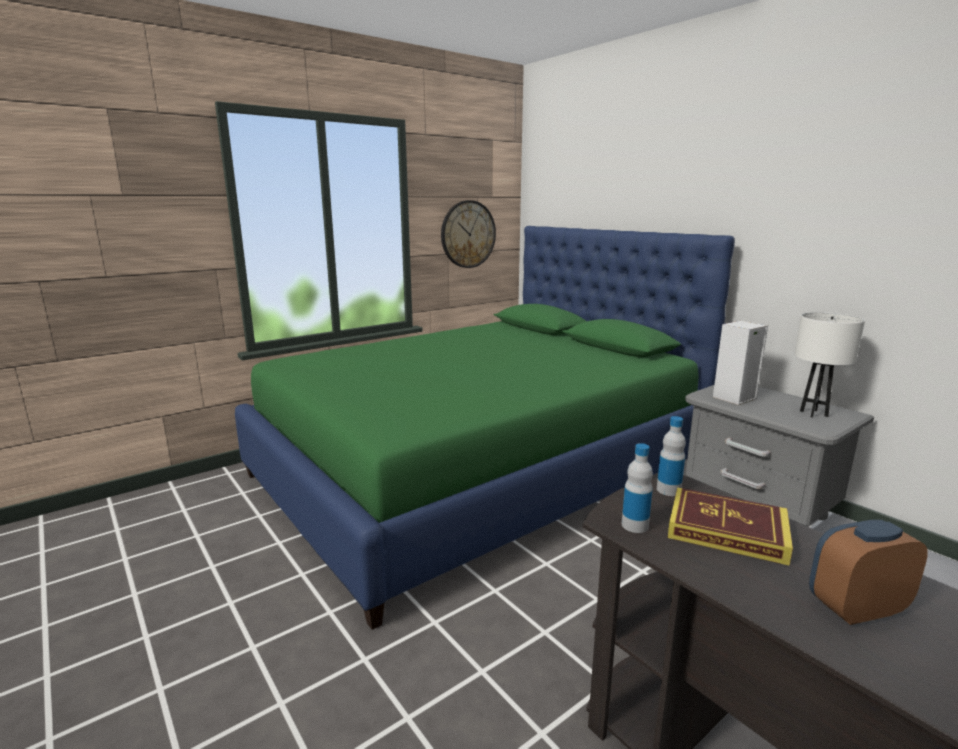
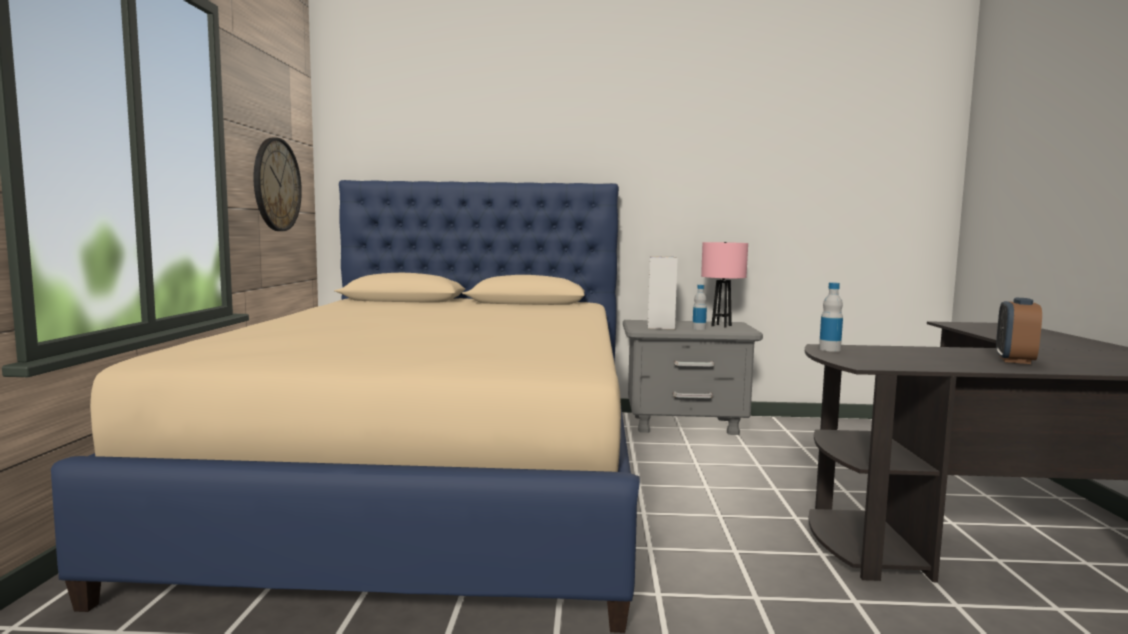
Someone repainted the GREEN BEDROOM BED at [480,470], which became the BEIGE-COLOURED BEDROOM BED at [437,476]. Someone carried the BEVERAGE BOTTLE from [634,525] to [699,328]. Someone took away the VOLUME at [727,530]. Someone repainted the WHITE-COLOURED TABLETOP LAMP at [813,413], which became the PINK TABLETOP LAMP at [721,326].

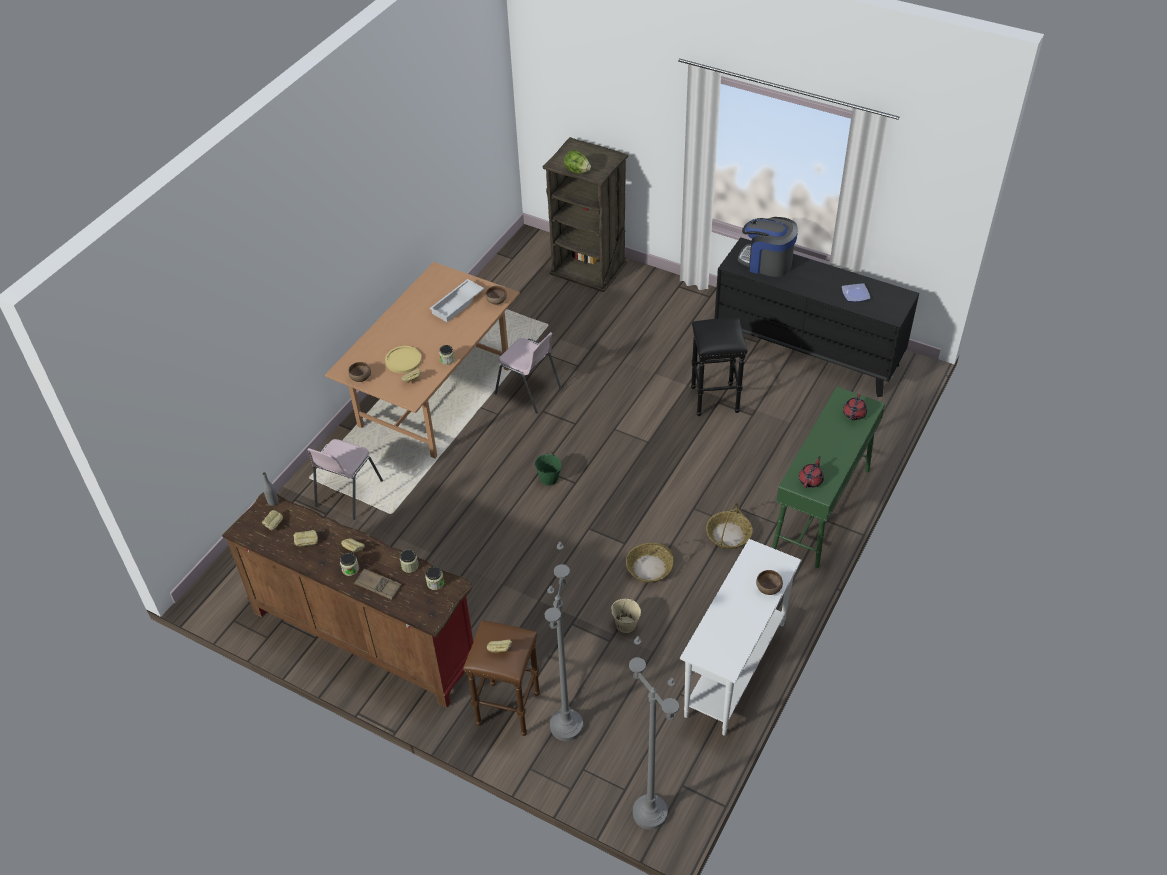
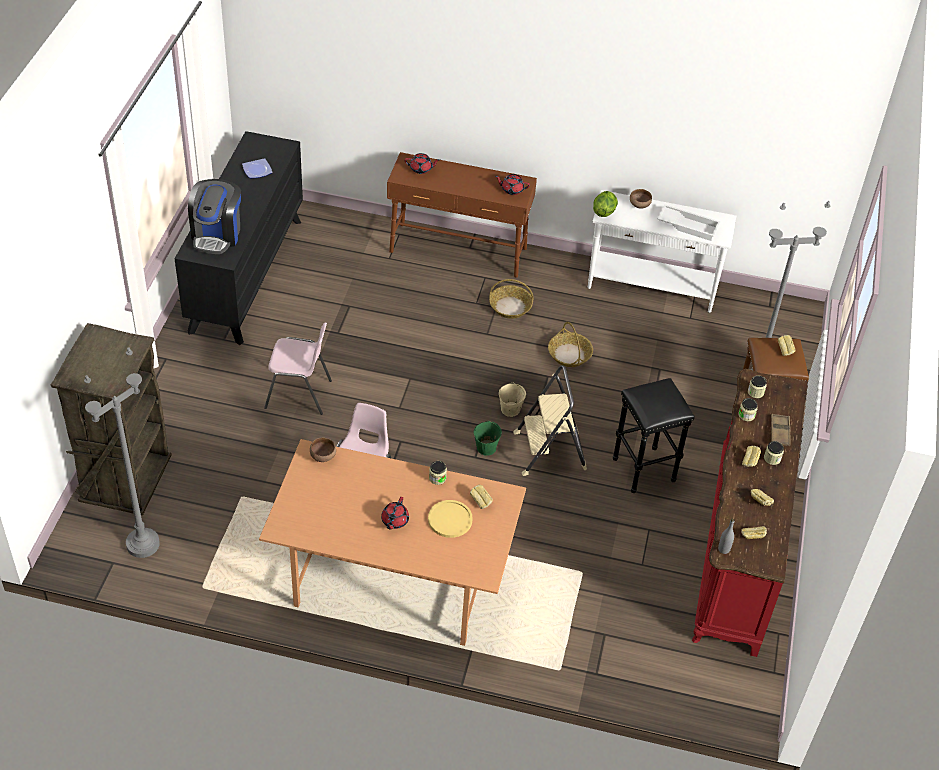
Someone carried the PINK UPRIGHT CHAIR from [347,494] to [299,394]. Someone took away the BROWN-COLOURED DEEP DISH at [360,377]. Someone carried the WHITE-COLOURED TRAY from [458,304] to [688,225]. Someone carried the LETTUCE HEAD from [577,171] to [604,211]. Someone carried the BEIGE-COLOURED WATER BUCKET from [625,624] to [510,410]. Someone carried the GREYISH FLOOR LAMP from [650,813] to [143,544]. Someone carried the BLACKISH STOOL from [715,398] to [642,469]. Someone repainted the GREEN CONSOLE TABLE at [820,509], which became the BROWN-COLOURED CONSOLE TABLE at [458,251]. Someone put down the REDDISH TEA POT at [394,521]. Someone put down the BEIGE-COLOURED STEP LADDER at [553,450].

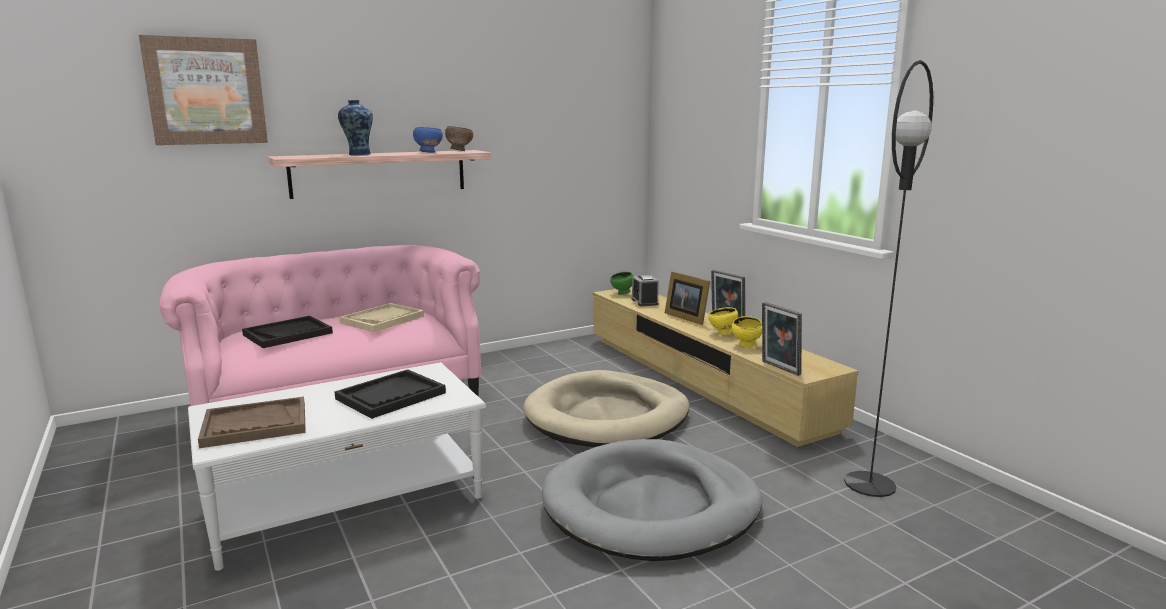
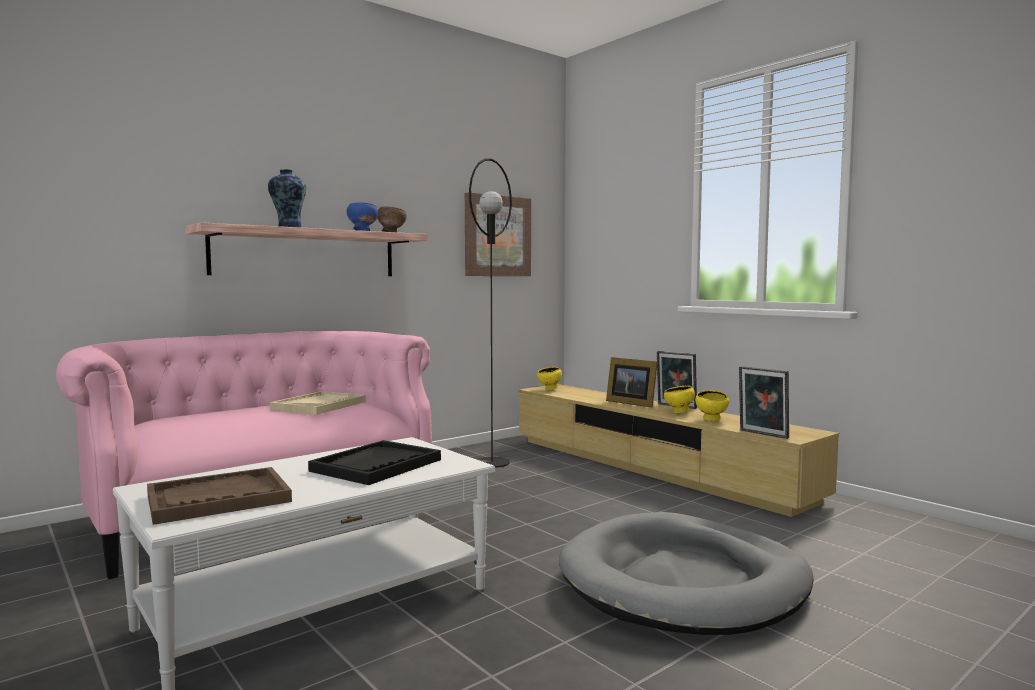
Someone carried the WALL PICTURE from [206,91] to [497,236]. Someone took away the BLACKISH TRAY at [288,334]. Someone took away the BEIGE-COLOURED PET BED at [607,416]. Someone repainted the GREEN DEEP DISH at [622,294], which became the YELLOWISH DEEP DISH at [549,389]. Someone took away the TABLE CLOCK at [644,302]. Someone carried the BLACKISH FLOOR LAMP from [869,484] to [492,462].

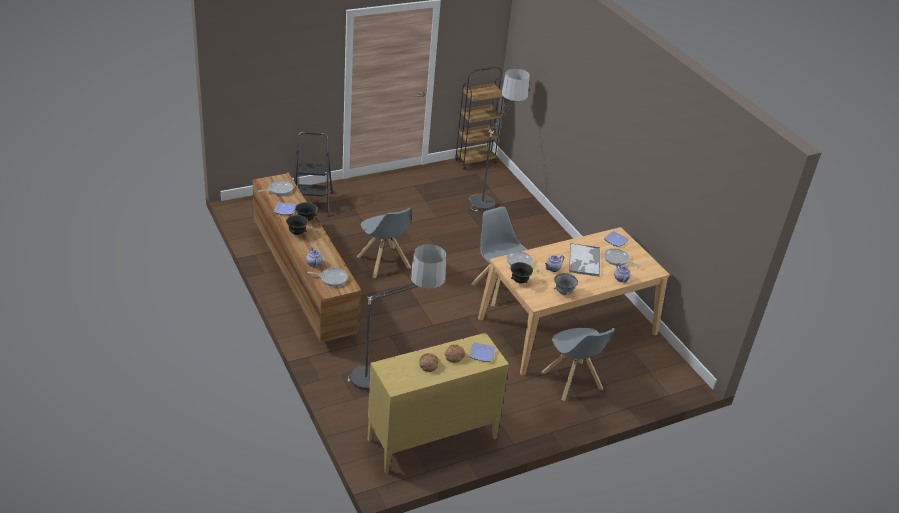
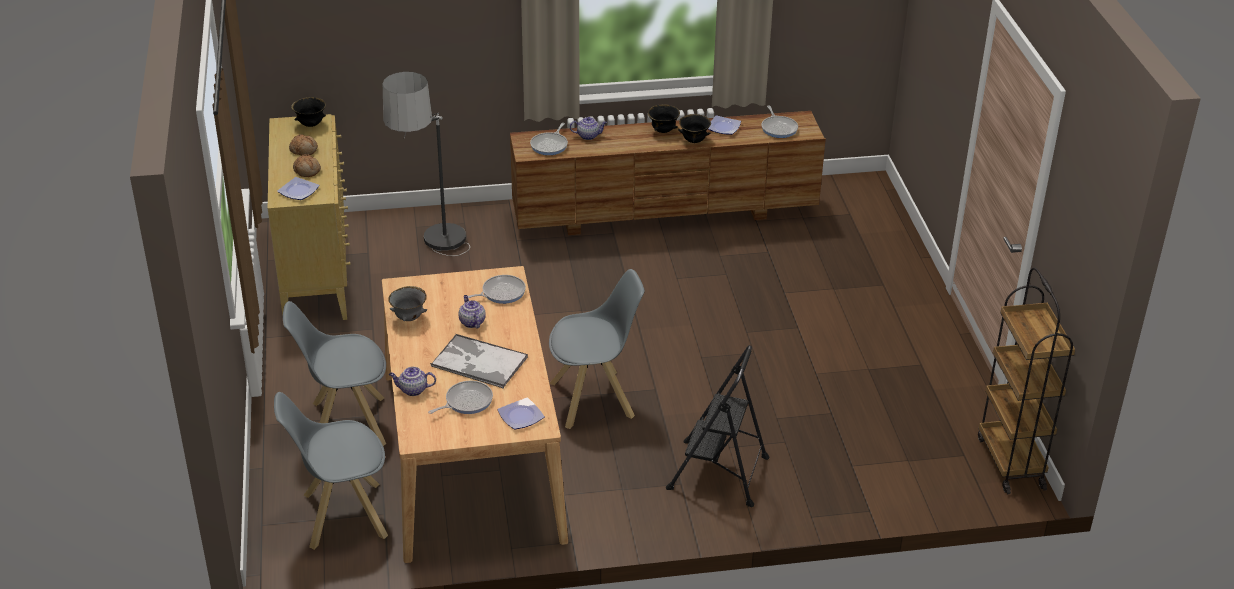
Someone carried the BLACKISH STEP LADDER from [312,202] to [721,473]. Someone carried the GREYISH UPRIGHT CHAIR from [384,263] to [341,515]. Someone took away the FLOOR LAMP at [491,195]. Someone carried the BLACKISH DEEP DISH from [519,281] to [311,124].

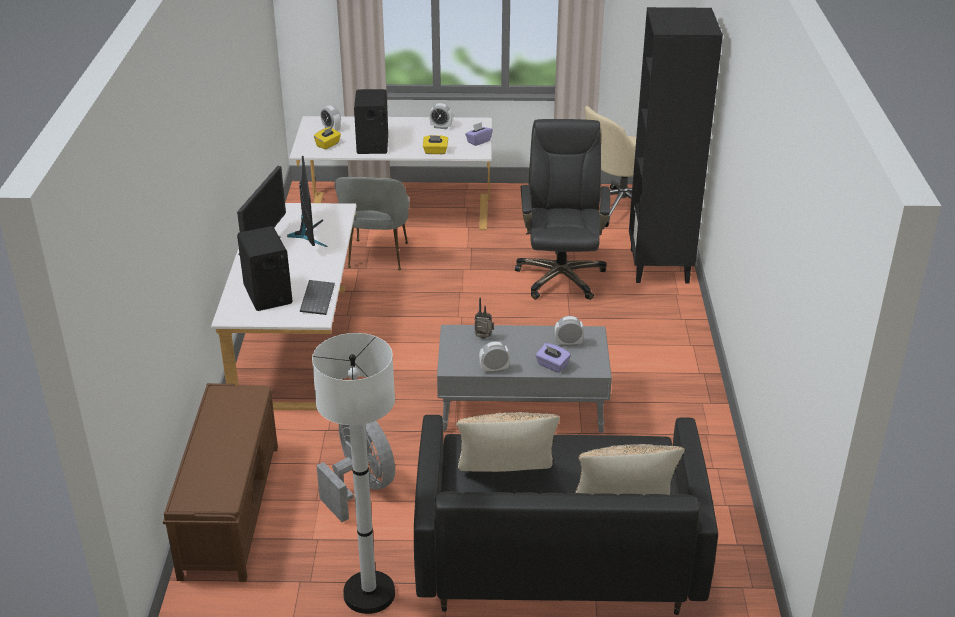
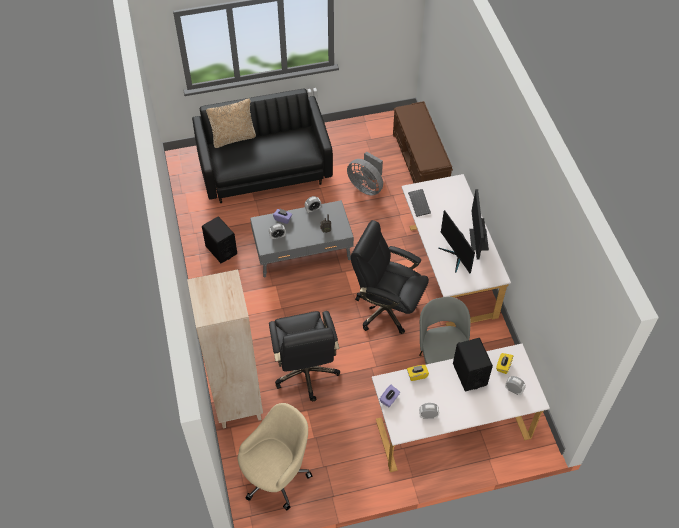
Someone carried the BLACKISH LOUDSPEAKER from [268,295] to [221,250]. Someone took away the WHITE-COLOURED FLOOR LAMP at [369,594]. Someone took away the BEIGE-COLOURED PILLOW at [505,478]. Someone repainted the BLACKISH BOOKCASE at [660,266], which became the BEIGE-COLOURED BOOKCASE at [237,403]. Someone put down the BLACKISH COMPUTER CHAIR at [387,310].

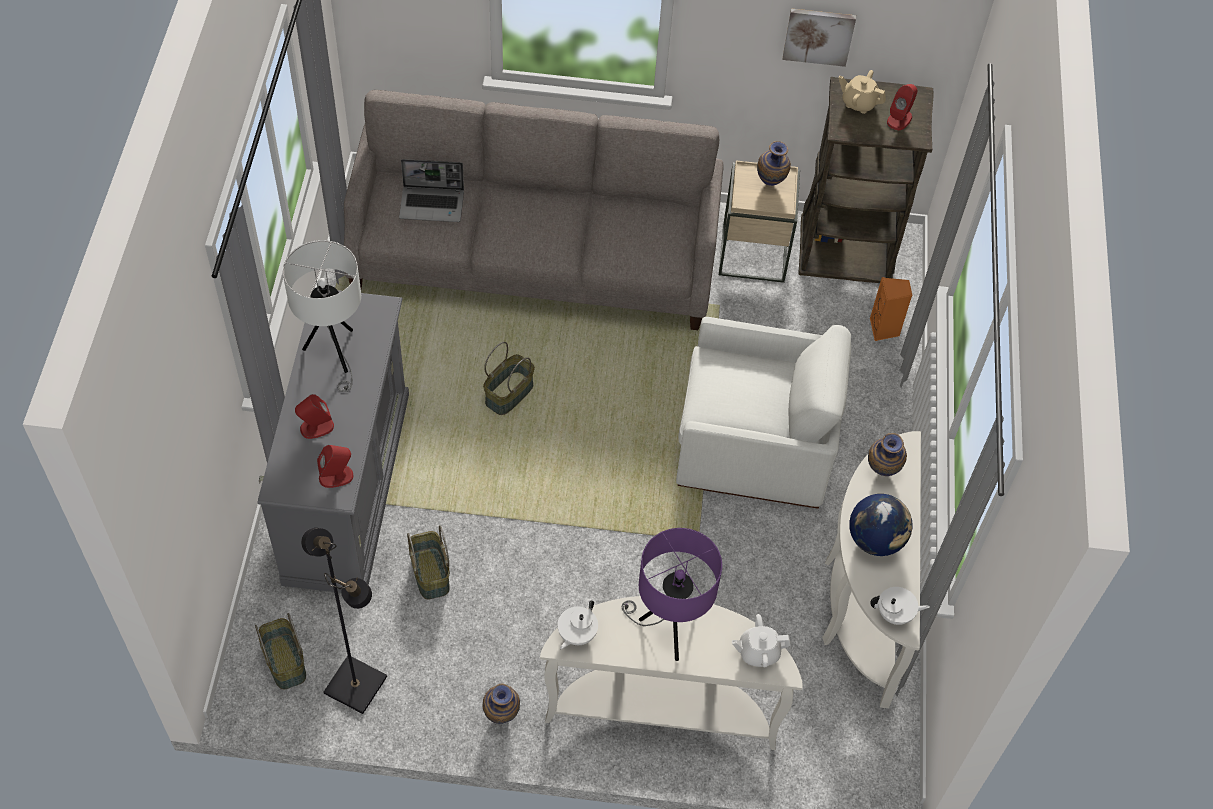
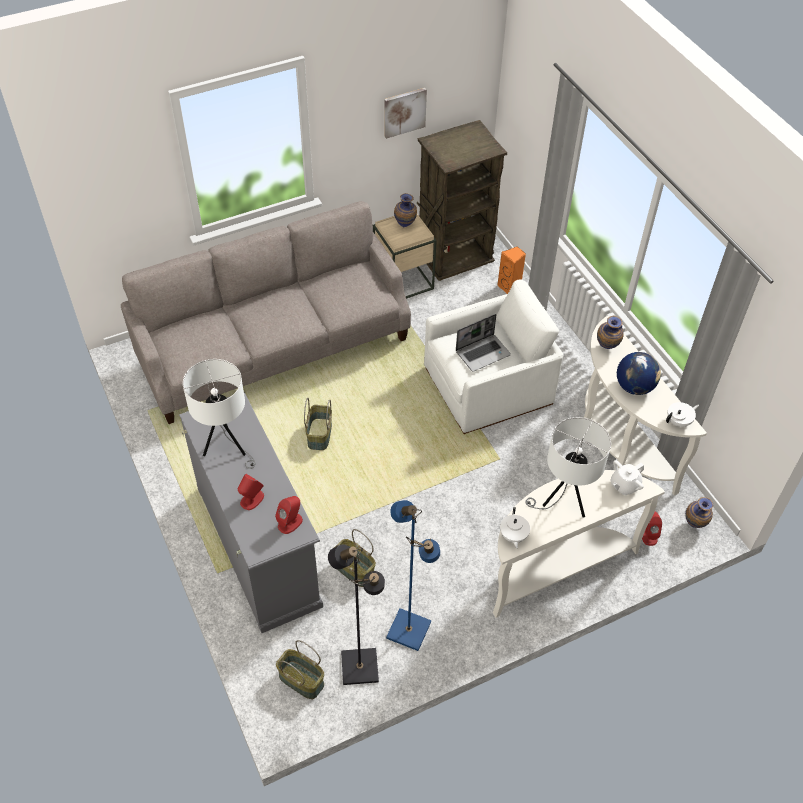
Someone carried the LAPTOP from [432,204] to [483,353]. Someone carried the DECORATIVE VASE from [501,716] to [694,525]. Someone repainted the PURPLE-COLOURED TABLETOP LAMP at [667,629], which became the WHITE-COLOURED TABLETOP LAMP at [563,502]. Someone took away the BEIGE-COLOURED TEA POT at [858,103]. Someone carried the REDDISH LOUDSPEAKER from [899,119] to [649,535]. Someone put down the BLUISH FLOOR LAMP at [409,630].

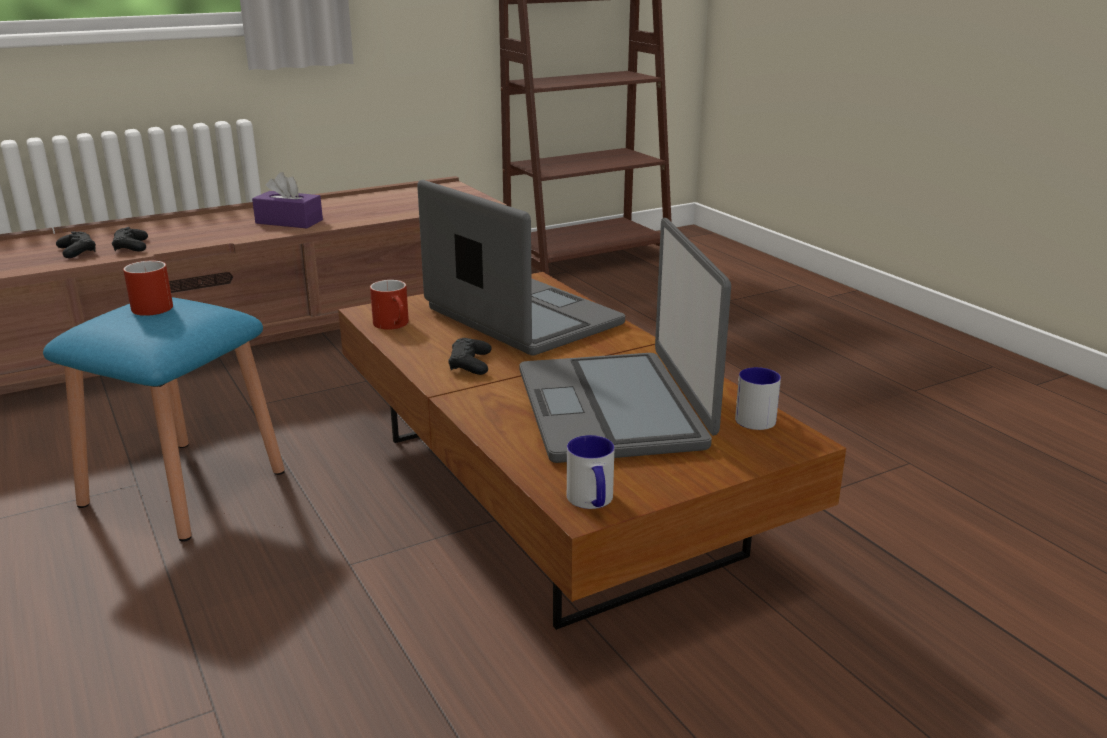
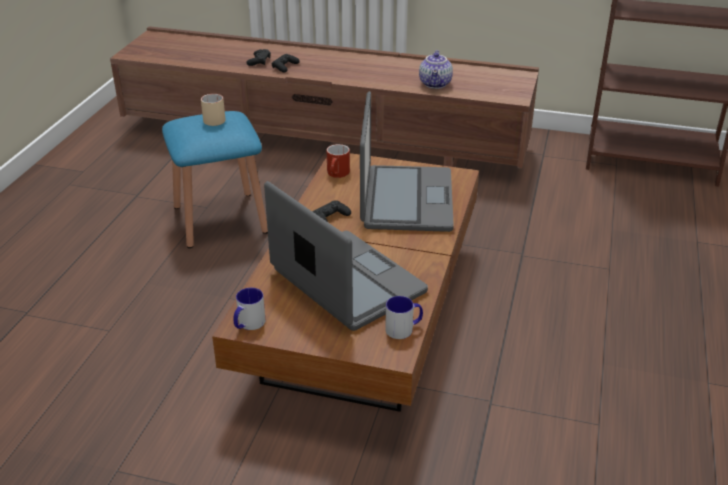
Someone repainted the REDDISH MUG at [147,307], which became the BEIGE-COLOURED MUG at [214,119]. Someone took away the PURPLE-COLOURED TISSUE HOLDER at [289,221]. Someone rotated the LAPTOP at [614,408] by 105 degrees clockwise. Someone put down the TEA POT at [436,84].

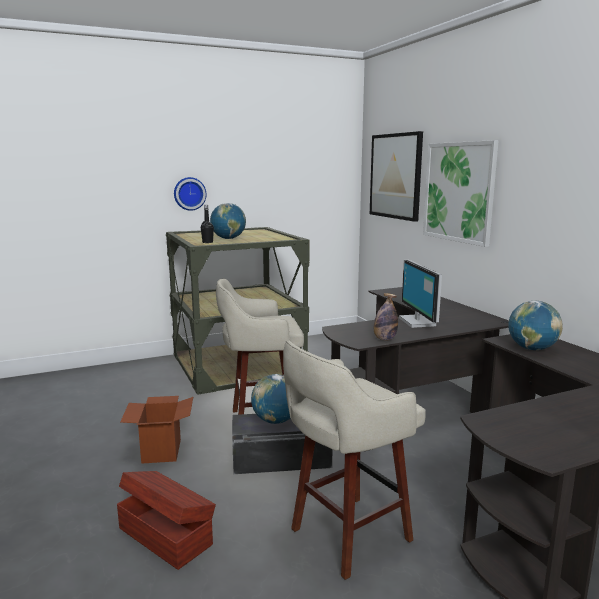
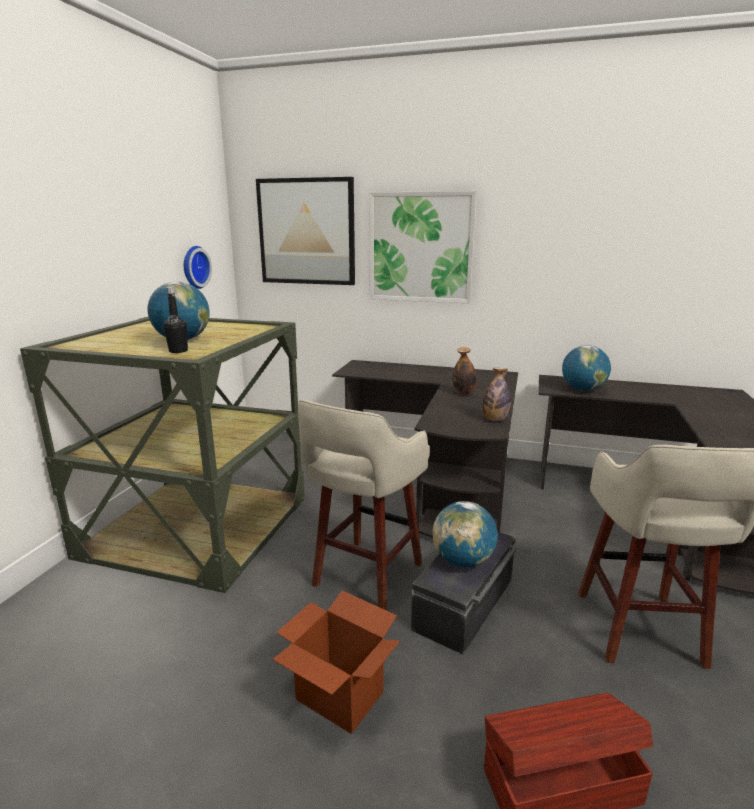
Someone carried the WALL CLOCK from [189,193] to [194,267]. Someone swapped the COMPUTER SCREEN at [418,321] for the BEVERAGE BOTTLE at [463,393].

